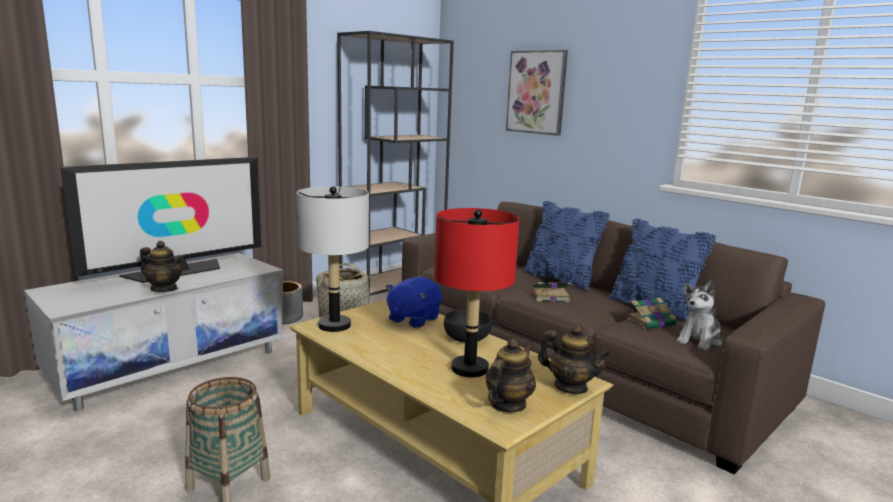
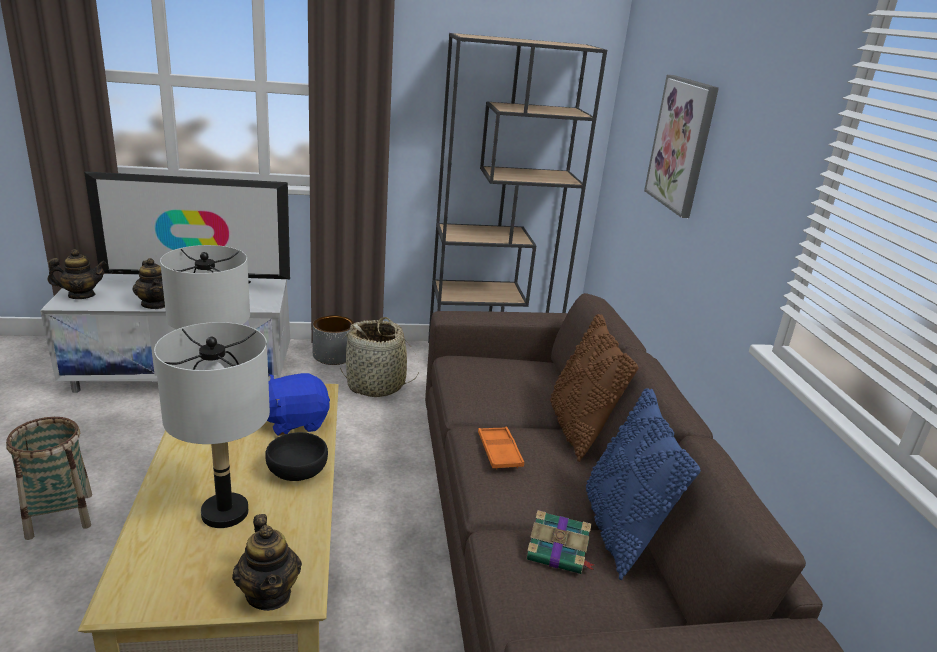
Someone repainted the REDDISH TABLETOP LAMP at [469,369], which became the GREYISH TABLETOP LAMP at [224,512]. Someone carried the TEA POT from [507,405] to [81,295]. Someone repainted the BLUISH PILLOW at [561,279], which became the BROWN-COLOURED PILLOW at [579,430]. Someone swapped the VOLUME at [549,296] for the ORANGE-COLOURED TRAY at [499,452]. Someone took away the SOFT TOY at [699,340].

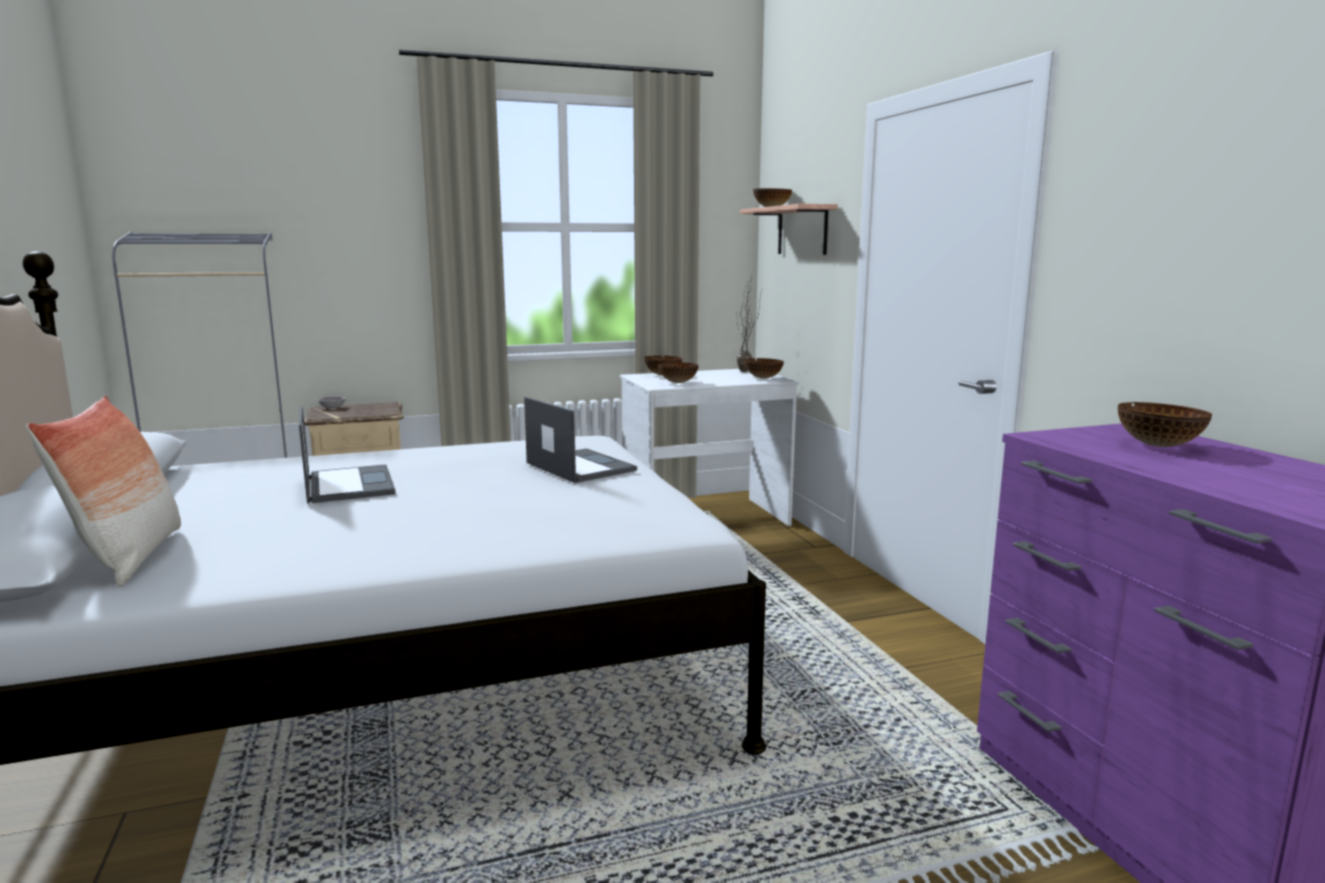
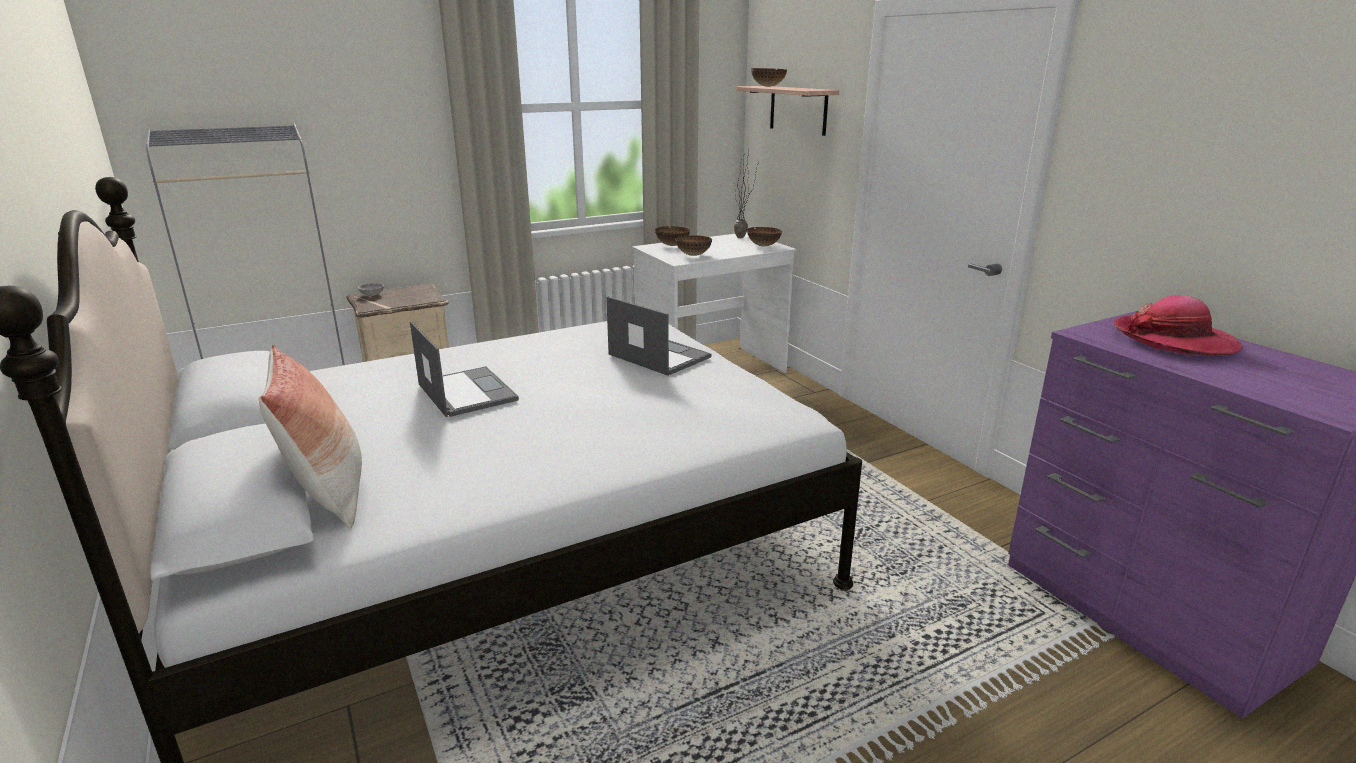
Someone swapped the DEEP DISH at [1160,446] for the WEARABLE HAT at [1174,340].

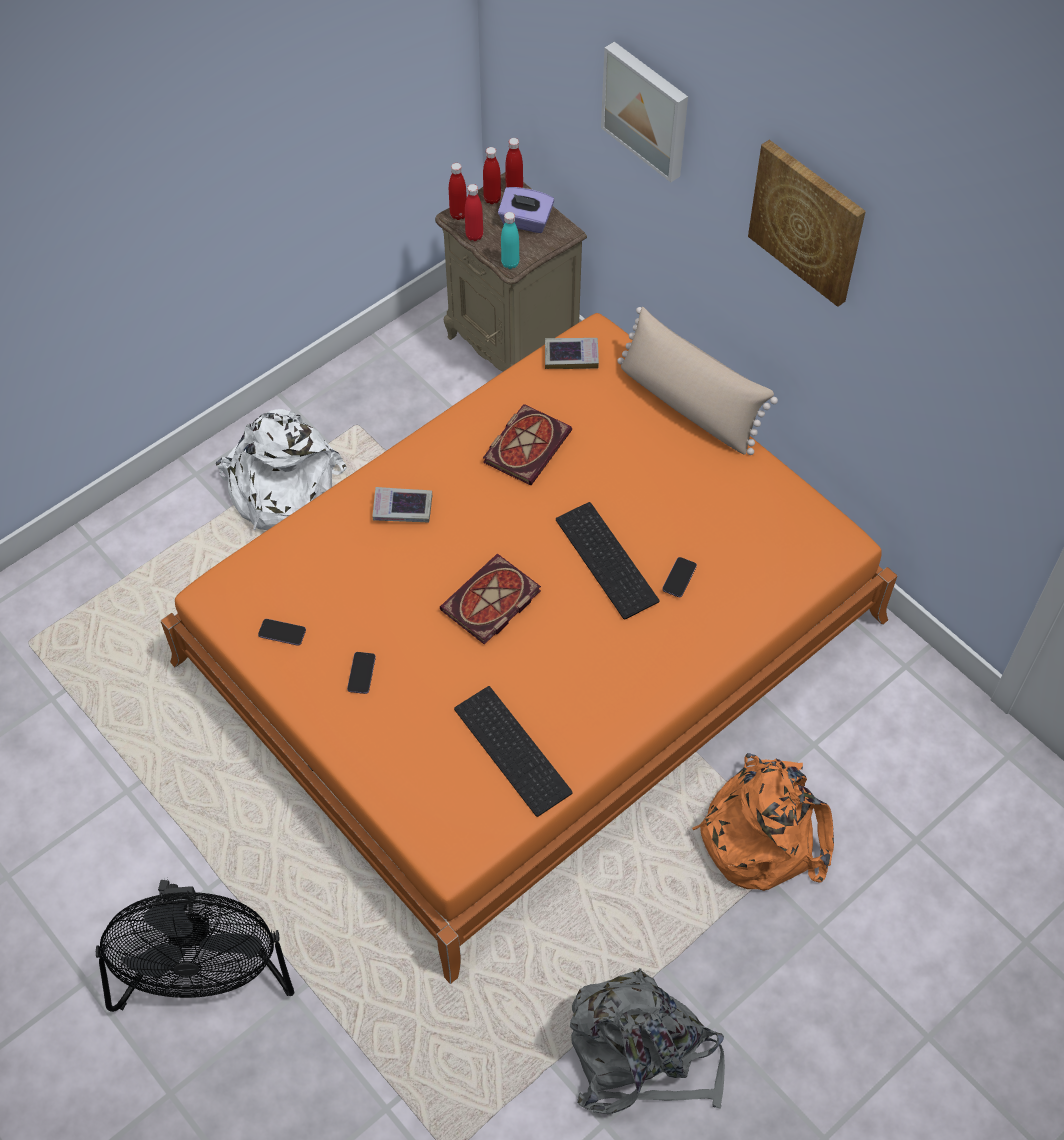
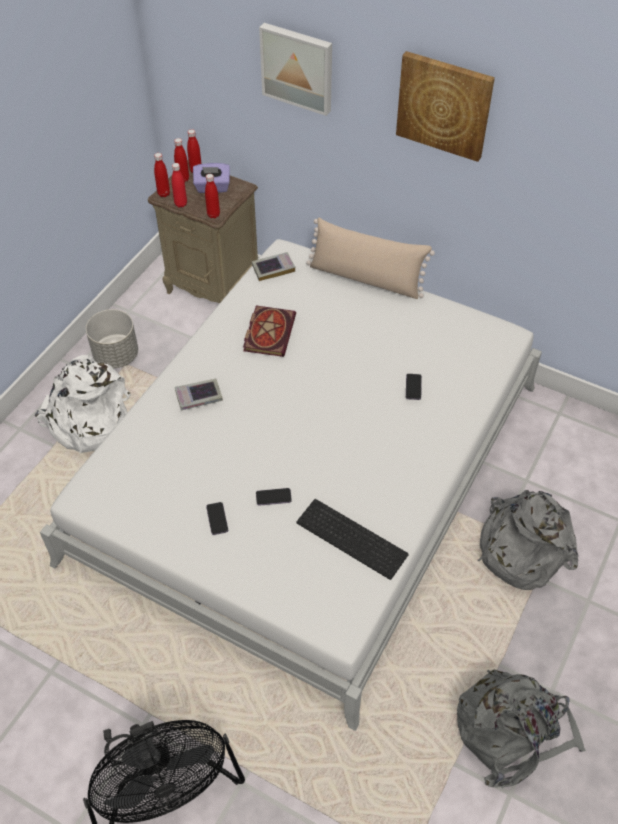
Someone repainted the ORANGE-COLOURED BEDROOM BED at [531,641], which became the WHITE-COLOURED BEDROOM BED at [308,471]. Someone carried the HANDSET from [282,633] to [273,497]. Someone took away the VOLUME at [490,603]. Someone repainted the TURQUOISE BEVERAGE BOTTLE at [510,263], which became the REDDISH BEVERAGE BOTTLE at [213,215]. Someone took away the PC KEYBOARD at [609,560]. Someone repainted the ORANGE-COLOURED RUCKSACK at [762,831], which became the GREYISH RUCKSACK at [521,548]. Someone put down the GREYISH PLANTER at [116,355].

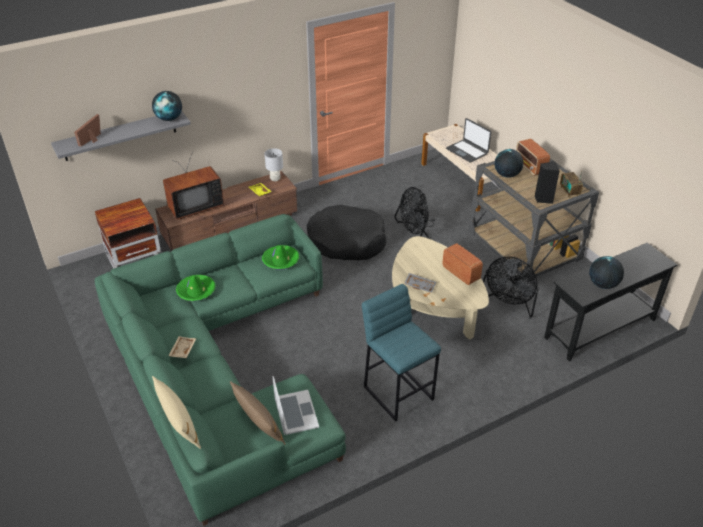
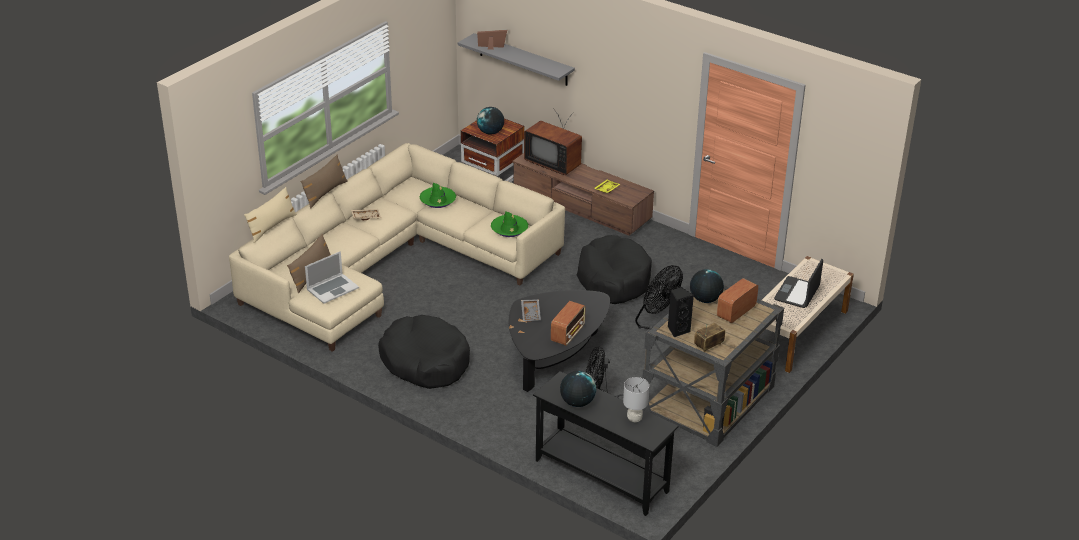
Someone repainted the GREEN SETTEE at [220,368], which became the BEIGE-COLOURED SETTEE at [393,262]. Someone carried the GLOBE from [169,119] to [490,132]. Someone carried the GREYISH TABLETOP LAMP from [275,179] to [635,419]. Someone swapped the TURQUOISE STOOL at [397,392] for the BLACKISH PET BED at [425,362]. Someone repainted the BEIGE-COLOURED LOUNGE TABLE at [433,306], which became the BLACKISH LOUNGE TABLE at [555,357]. Someone put down the BROWN-COLOURED PILLOW at [325,193].

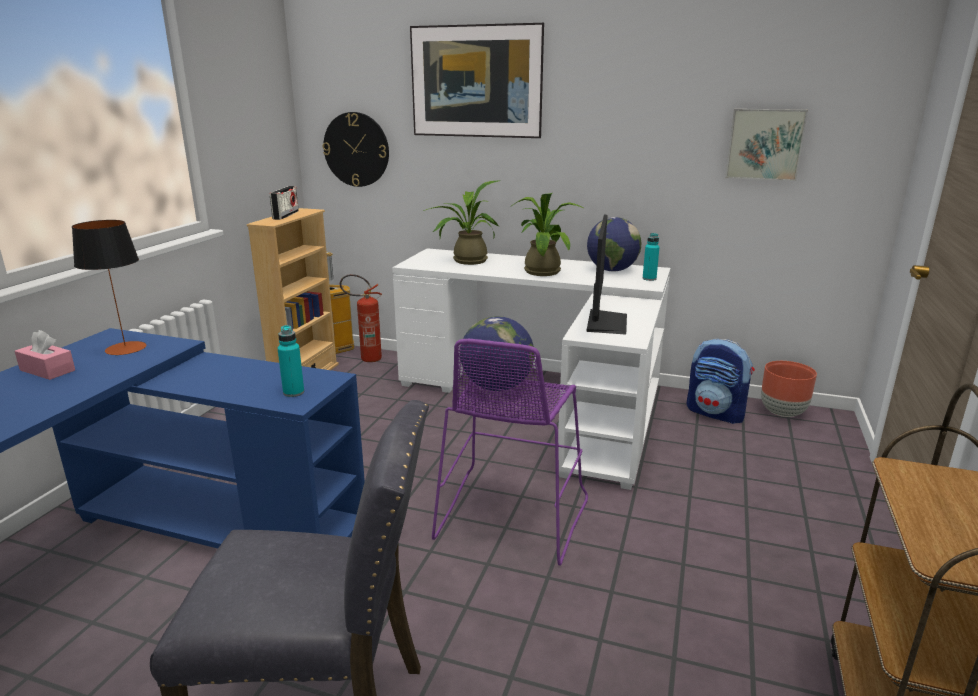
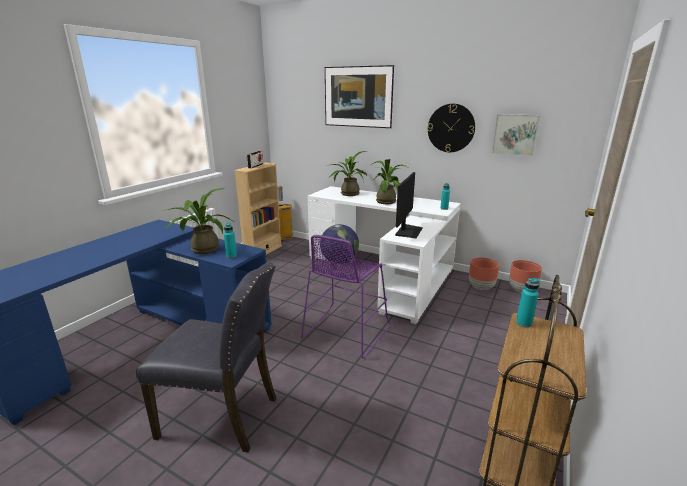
Someone took away the PINK TISSUE HOLDER at [47,370]. Someone took away the TABLETOP LAMP at [125,348]. Someone carried the WALL CLOCK from [356,149] to [451,128]. Someone took away the EXTINGUISHER at [366,359]. Someone took away the GLOBE at [612,270]. Someone swapped the RUCKSACK at [716,413] for the BROWN-COLOURED PLANTER at [481,287]. Someone put down the HOUSEPLANT at [202,249]. Someone put down the TURQUOISE BEVERAGE BOTTLE at [524,323].

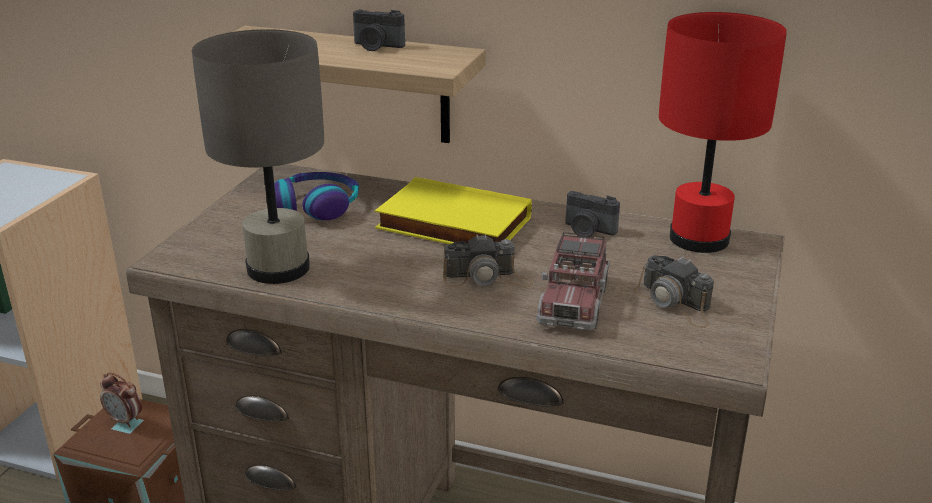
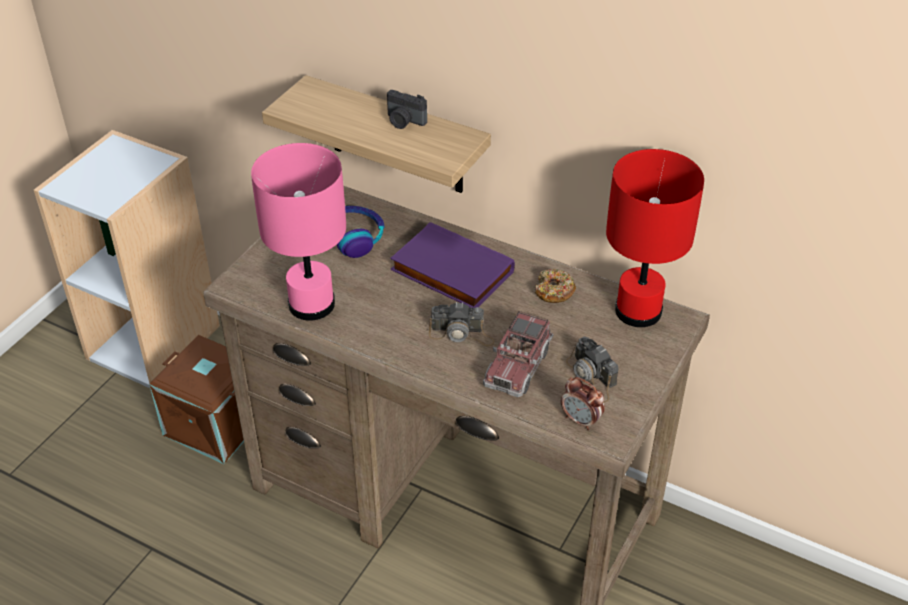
Someone carried the TABLE CLOCK from [125,420] to [581,420]. Someone repainted the GREYISH TABLETOP LAMP at [278,267], which became the PINK TABLETOP LAMP at [312,304]. Someone repainted the YELLOWISH VOLUME at [451,225], which became the PURPLE-COLOURED VOLUME at [450,272]. Someone swapped the PHOTO CAMERA at [588,231] for the DONUT at [554,291].

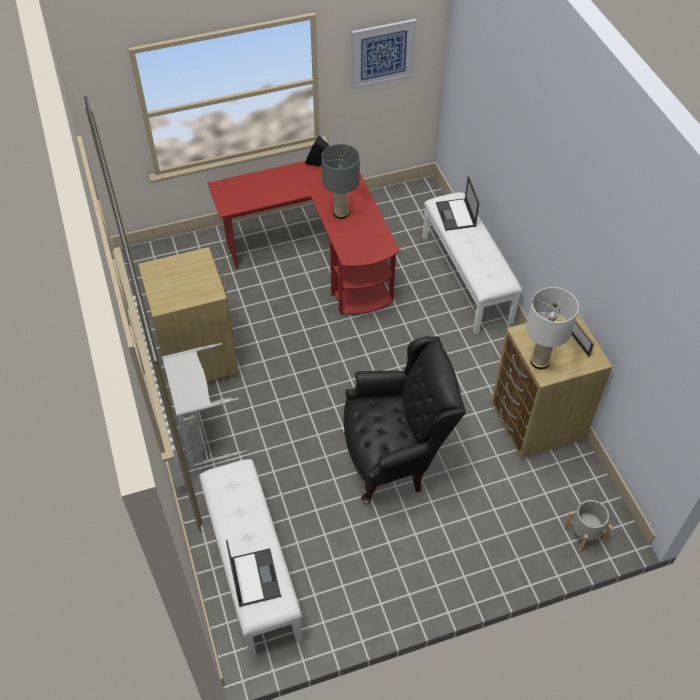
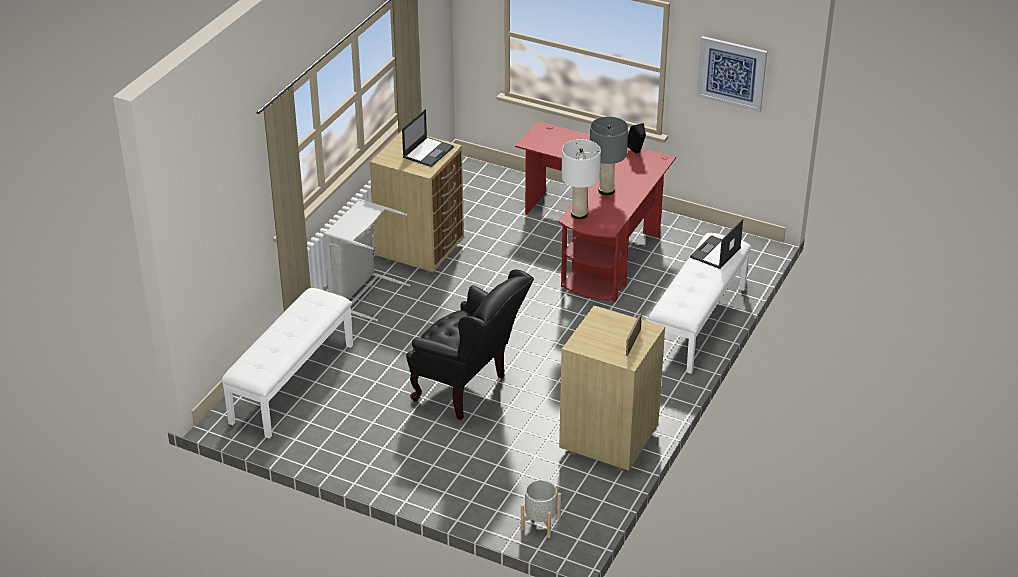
Someone carried the LAPTOP from [254,577] to [428,152]. Someone carried the WHITE-COLOURED TABLETOP LAMP from [539,362] to [579,214].

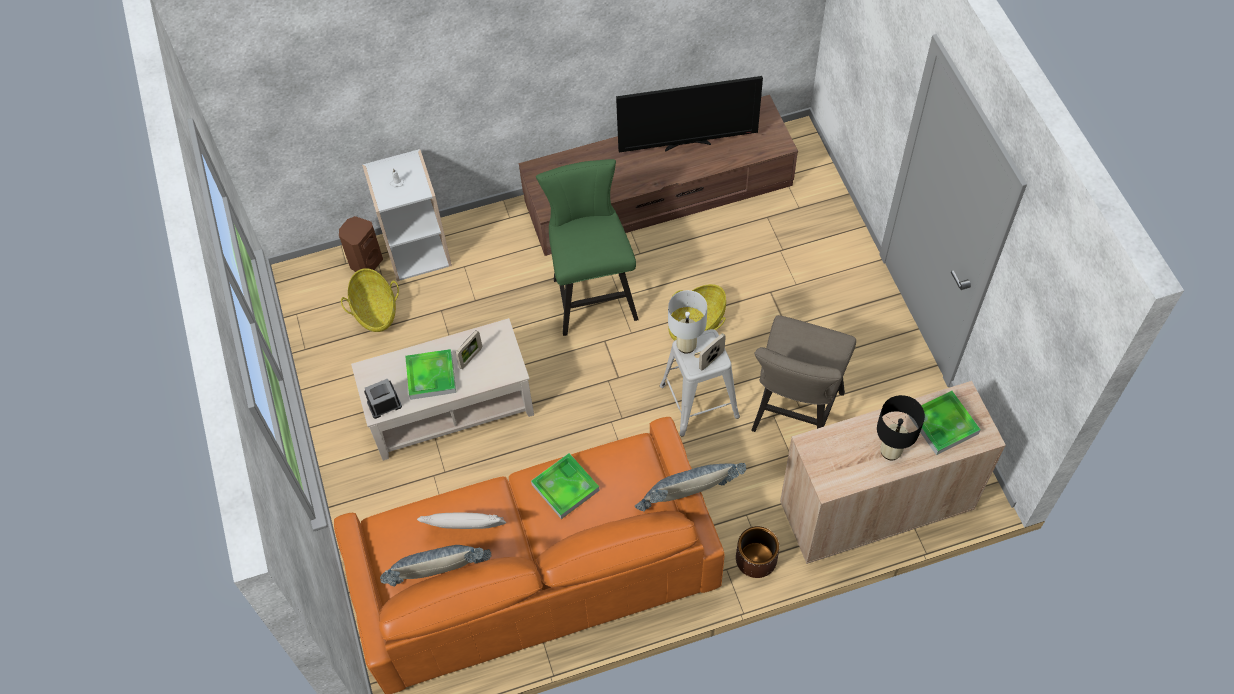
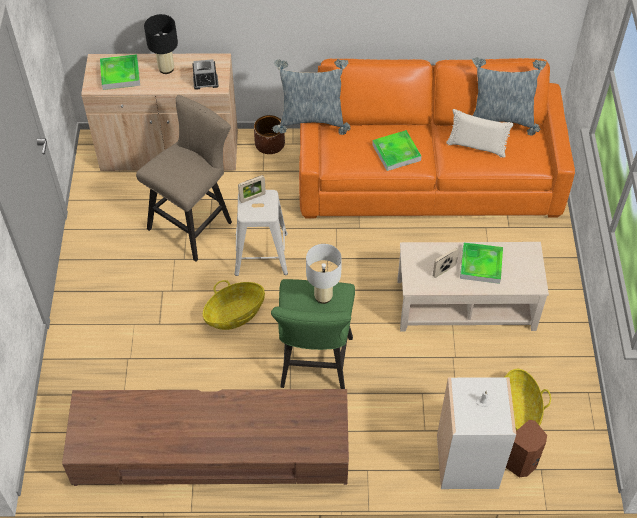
Someone carried the TABLE CLOCK from [384,404] to [205,82]. Someone took away the TV at [687,144]. Someone carried the WHITE-COLOURED TABLETOP LAMP from [687,345] to [322,296].

